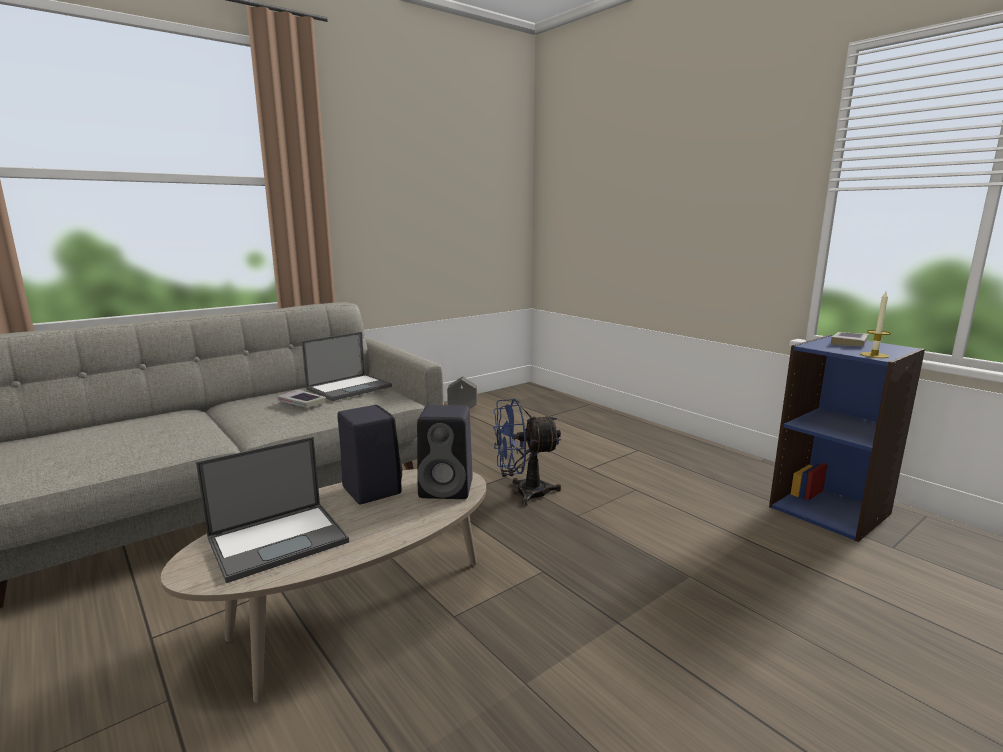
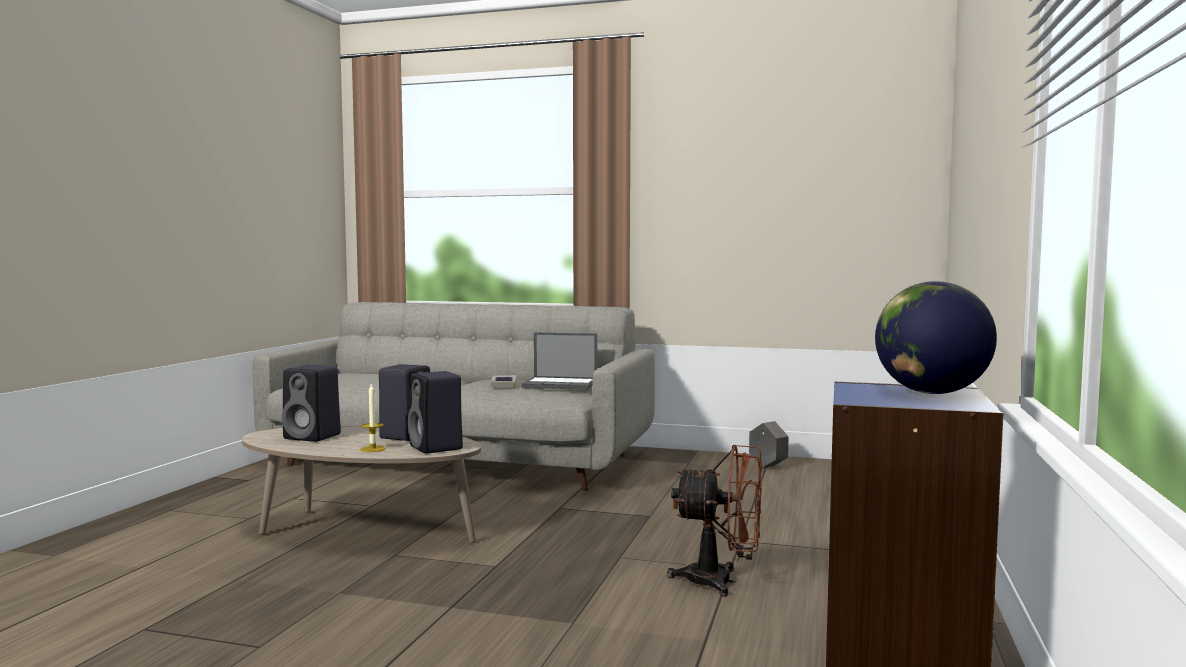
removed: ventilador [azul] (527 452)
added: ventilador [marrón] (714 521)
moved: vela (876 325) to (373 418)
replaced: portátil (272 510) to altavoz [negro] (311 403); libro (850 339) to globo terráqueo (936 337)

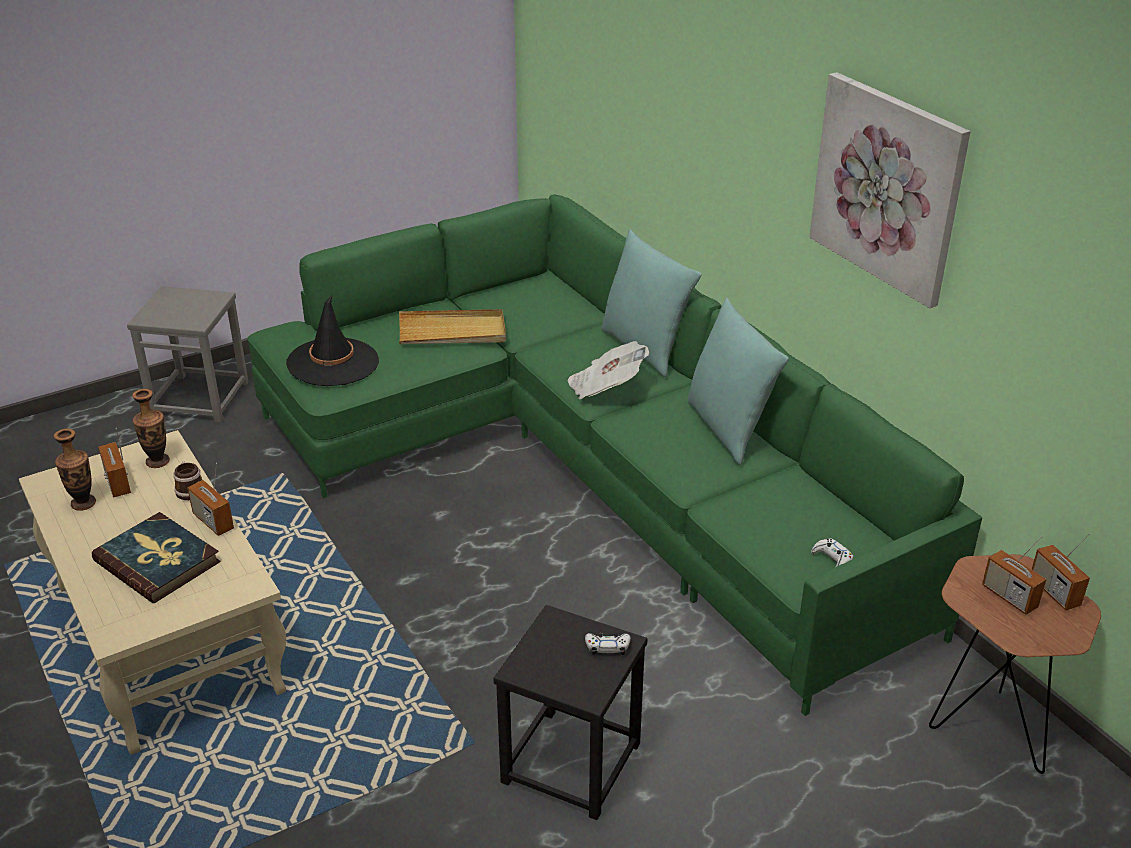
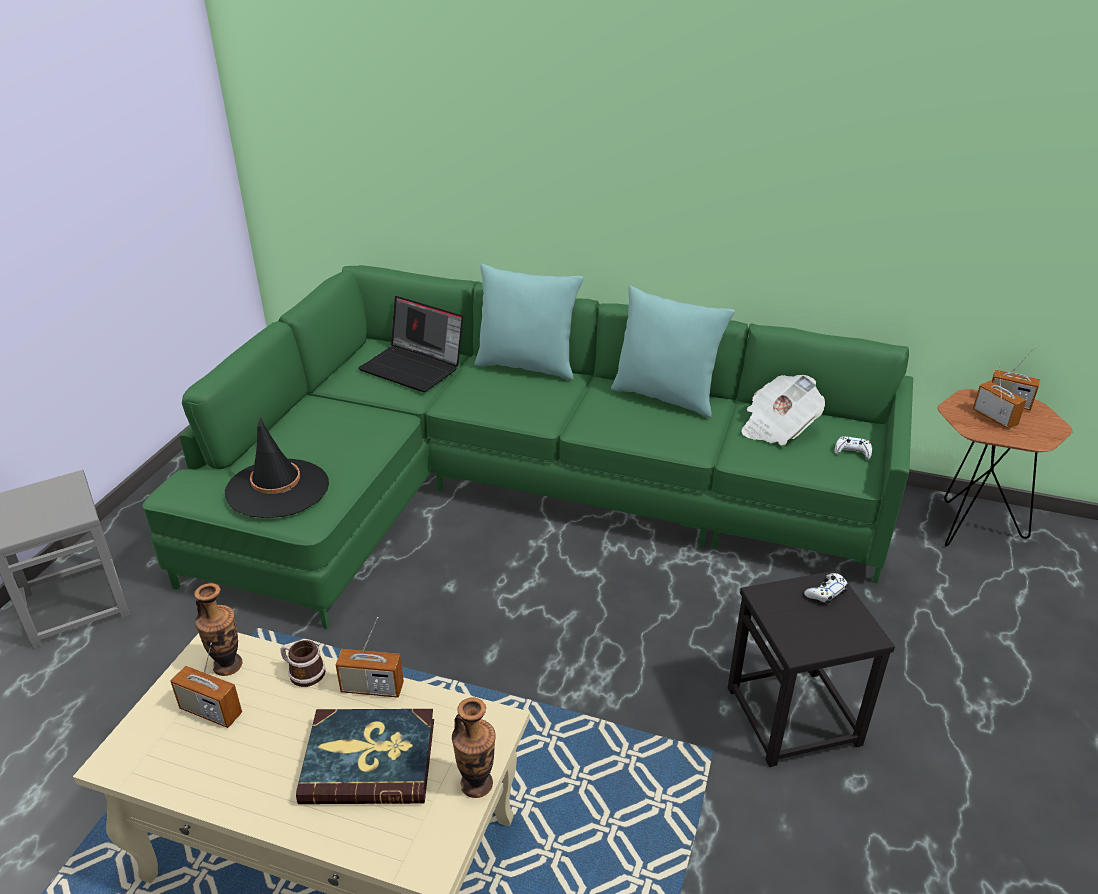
removed: bandeja [beis] (452 326); cuadro (889 190)
added: portátil (410 344)
moved: florero (75 469) to (474 747); periódico (608 370) to (783 410)
turned: radio (1014 575) = (1000 395) 135 degrees counterclockwise

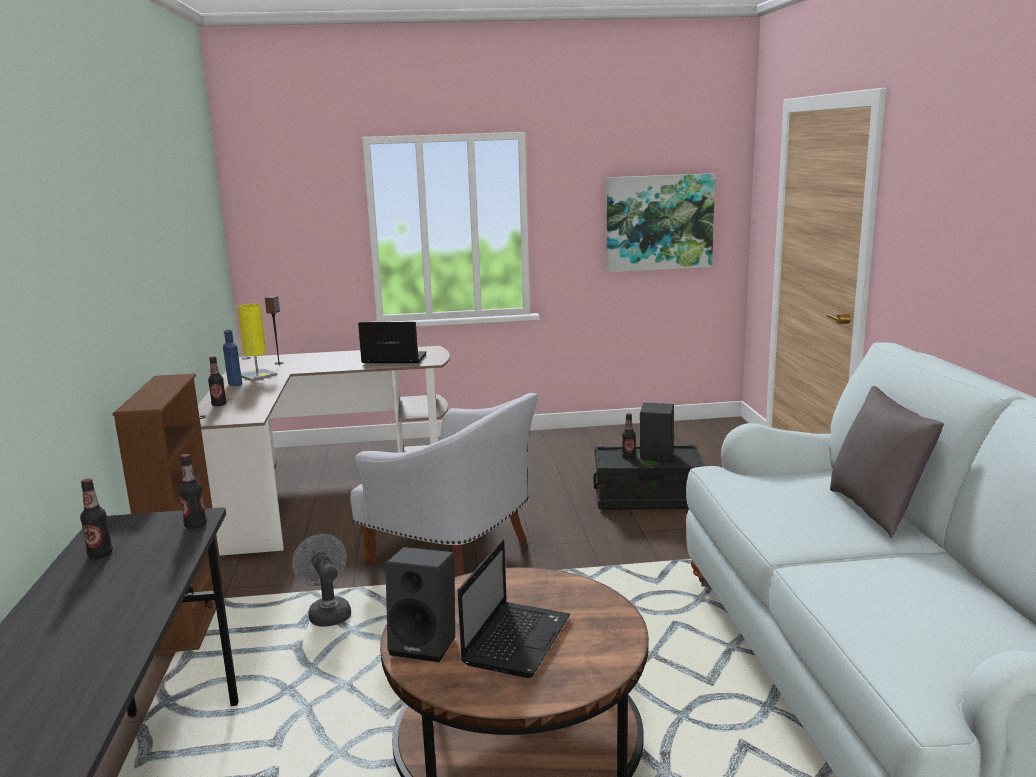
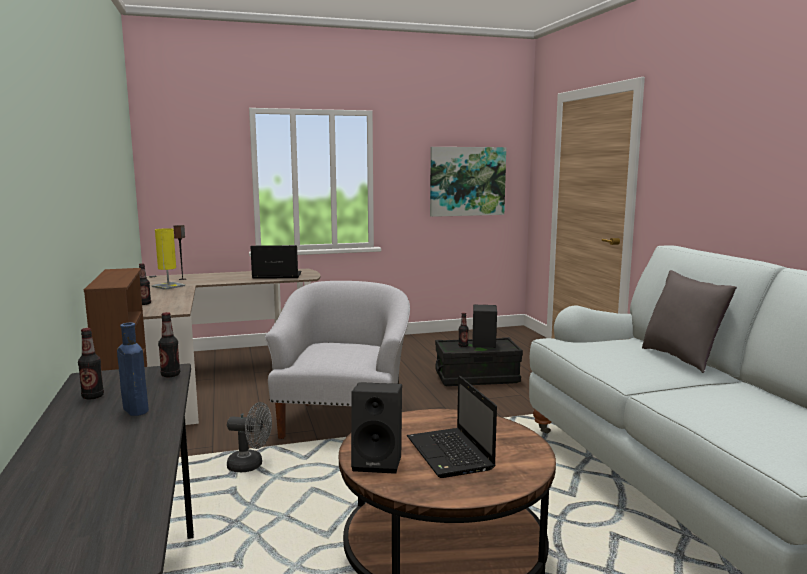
moved: botella [azul] (232 358) to (133 369)
turned: ventilador [gris] (321 580) = (249 437) 135 degrees clockwise; sillón [blanco] (444 485) = (337 360) 105 degrees counterclockwise; portátil (514 608) = (452 427) 150 degrees clockwise

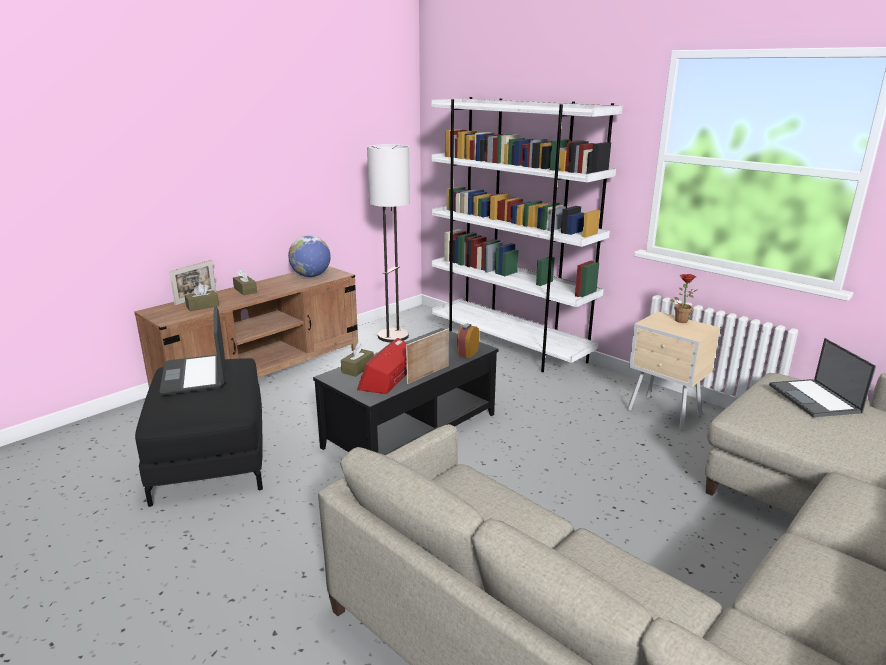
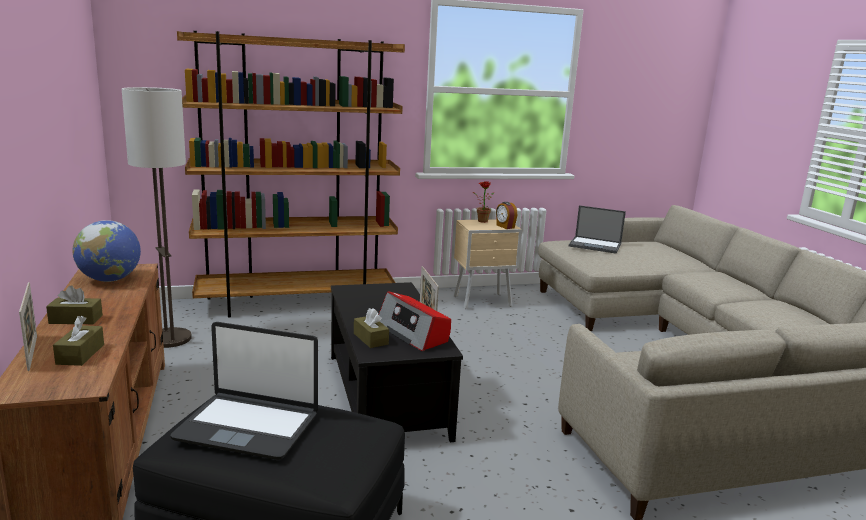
moved: despertador (468 341) to (506 215)
recoloured: estantería [blanco] (527 234) to estantería [marrón] (291 174)

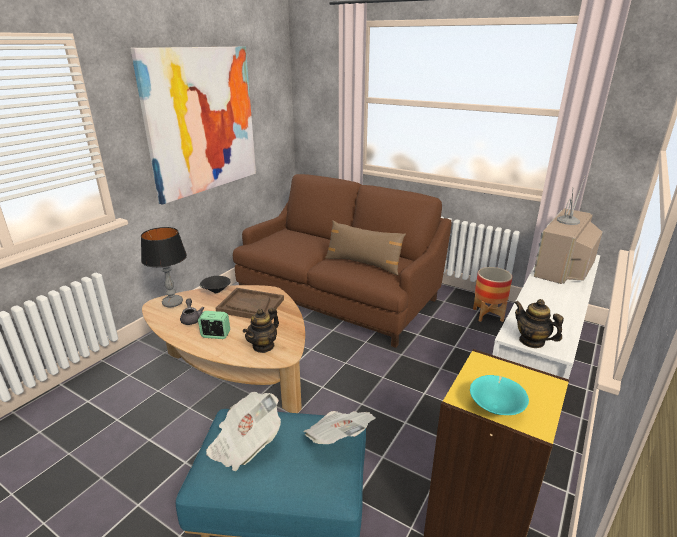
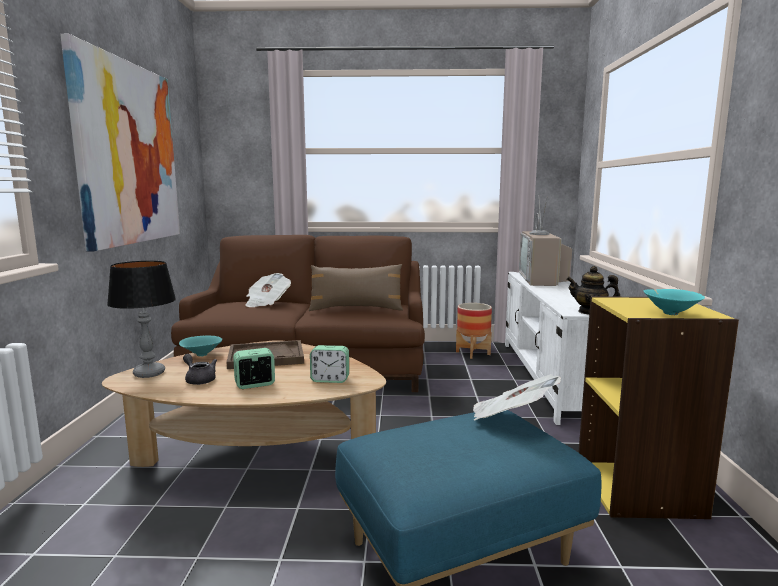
moved: periódico (243 431) to (268 290)
replaced: tetera (261 330) to despertador (329 364)
recoloured: cuenco [negro] (215 284) to cuenco [turquesa] (200 346)

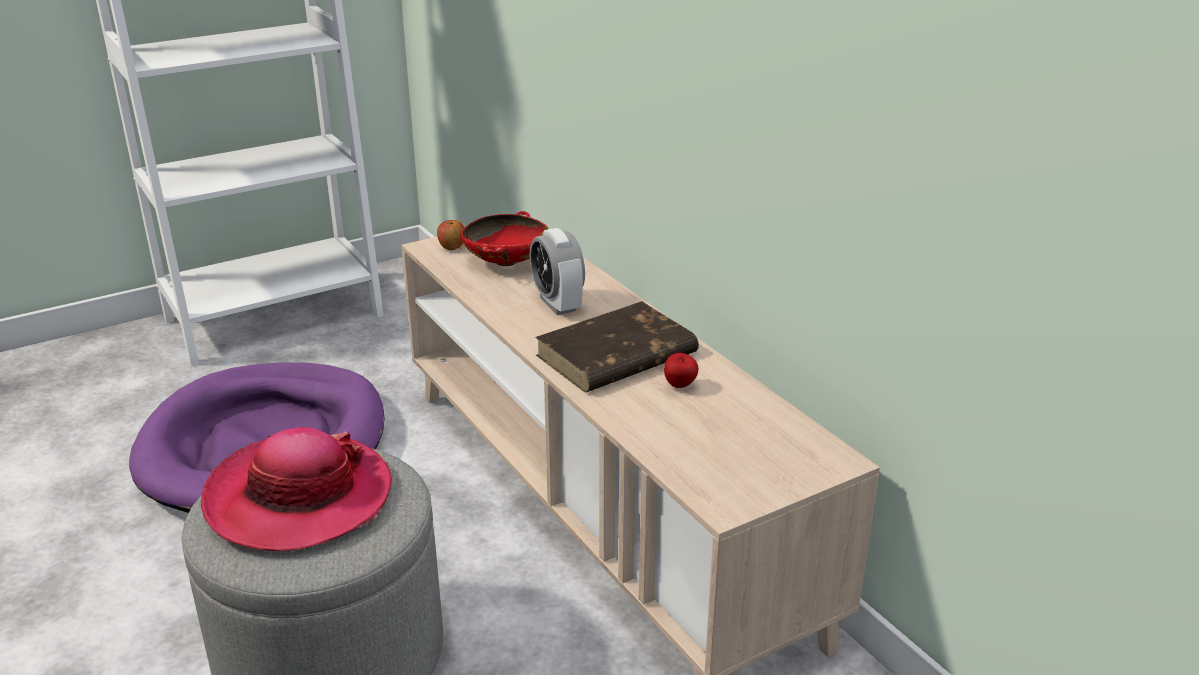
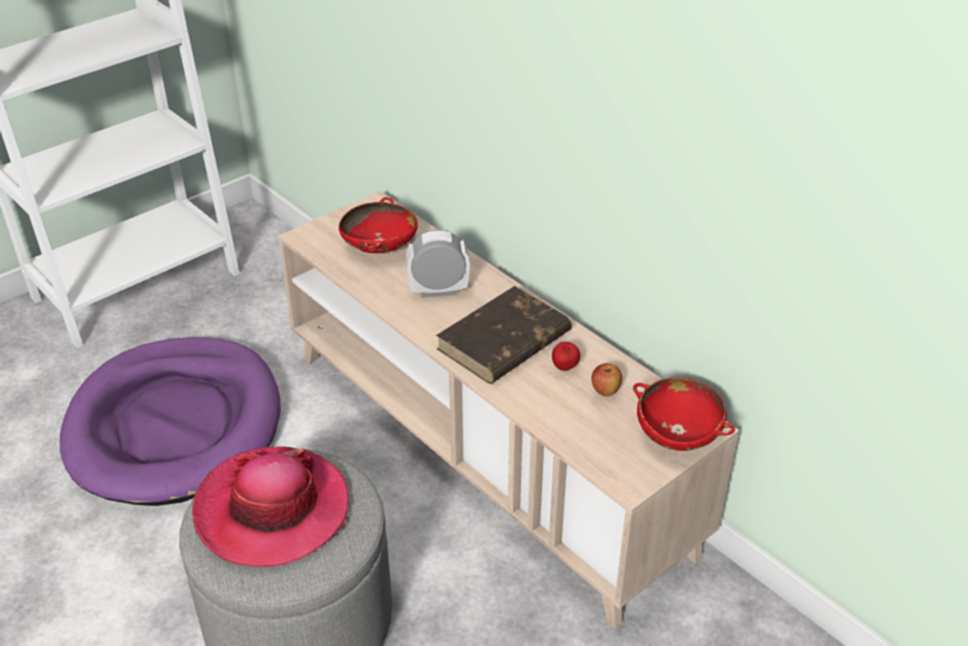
added: cuenco [rojo] (684 414)
moved: manzana (451 235) to (606 379)
turned: despertador (557 271) = (438 263) 120 degrees clockwise

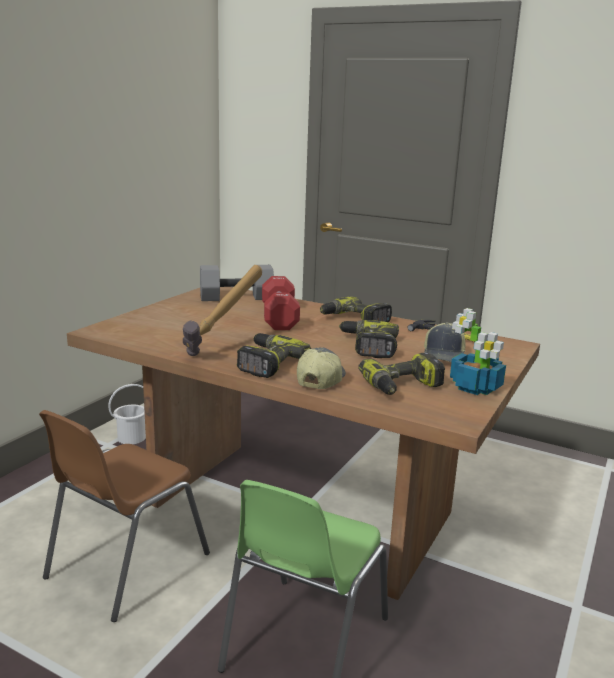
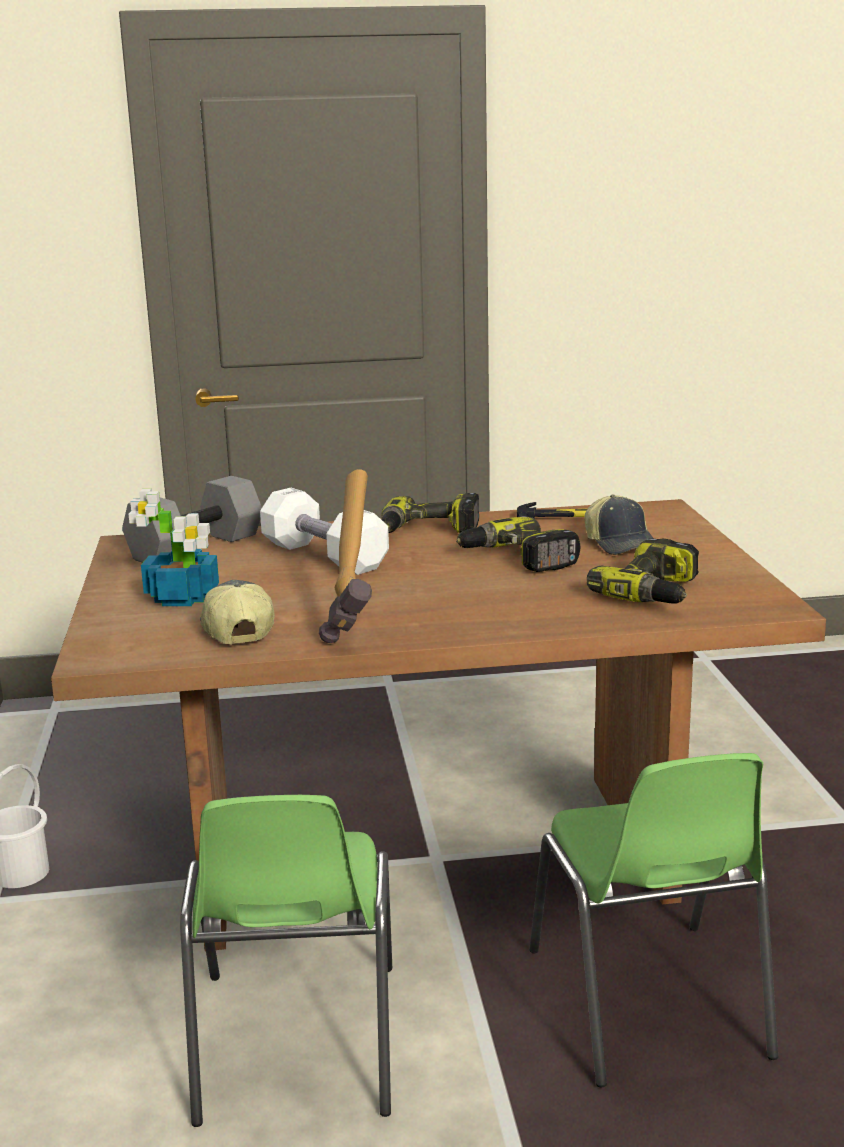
removed: taladro (274 355)
moved: gorra (321 368) to (237 612); planta en maceta (478 351) to (174 547)
recoloured: silla [marrón] (124 516) to silla [verde] (286 961); mancuerna [rojo] (281 303) to mancuerna [blanco] (324 531)

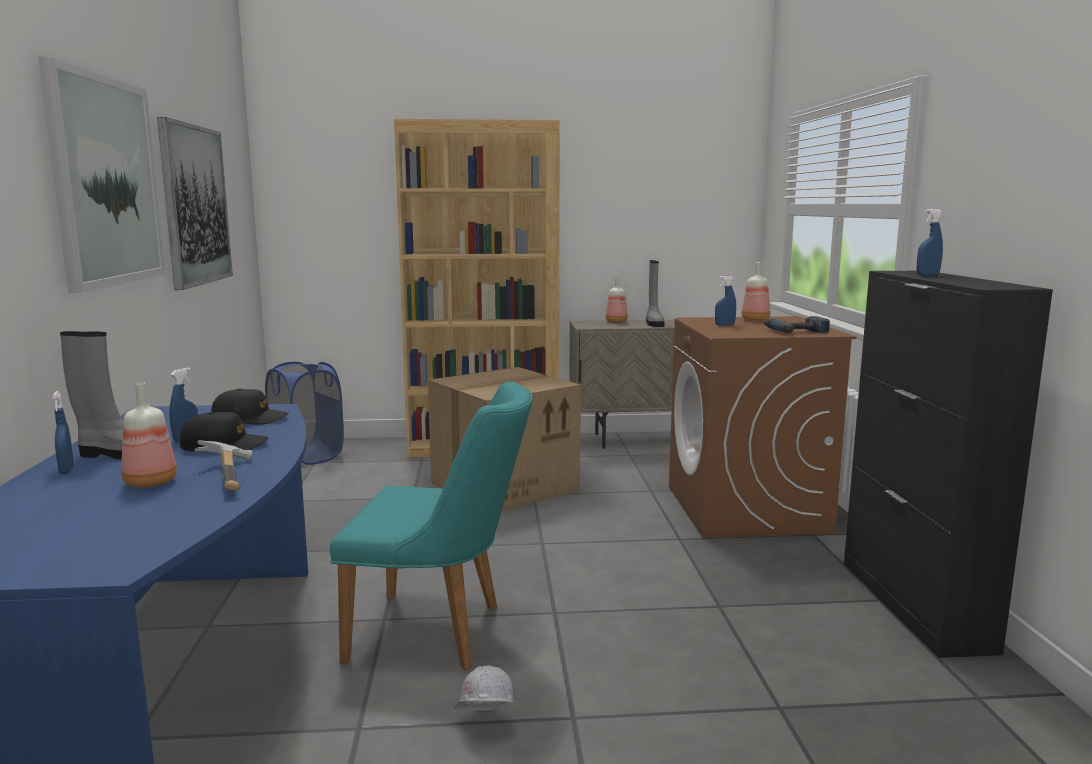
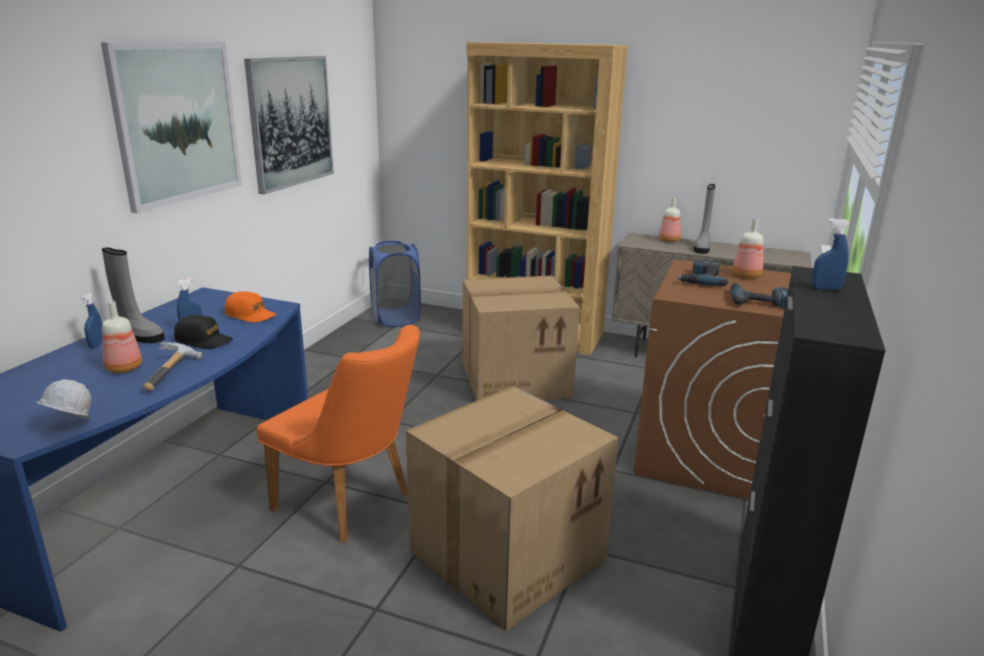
added: caja de cartón (512 508)
moved: casco [blanco] (484 688) to (64 399)
replaced: pulverizador [azul] (725 301) to taladro (702 273)
recoloured: gorra [negro] (249 406) to gorra [naranja] (250 307); silla [turquesa] (431 525) to silla [naranja] (338 434)

